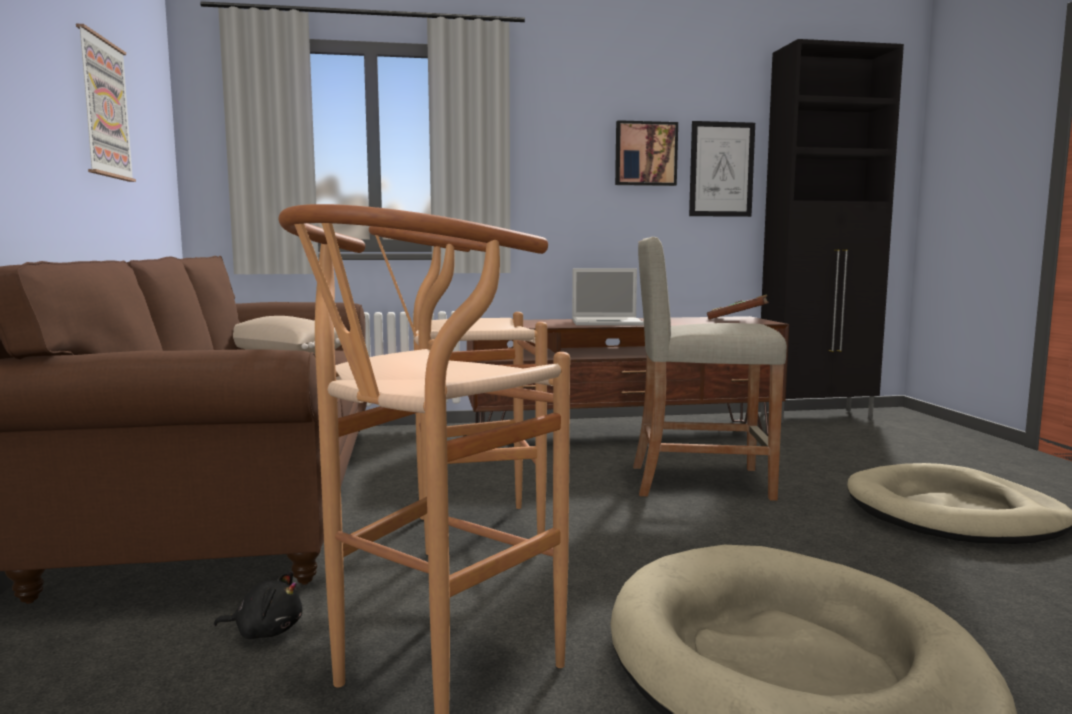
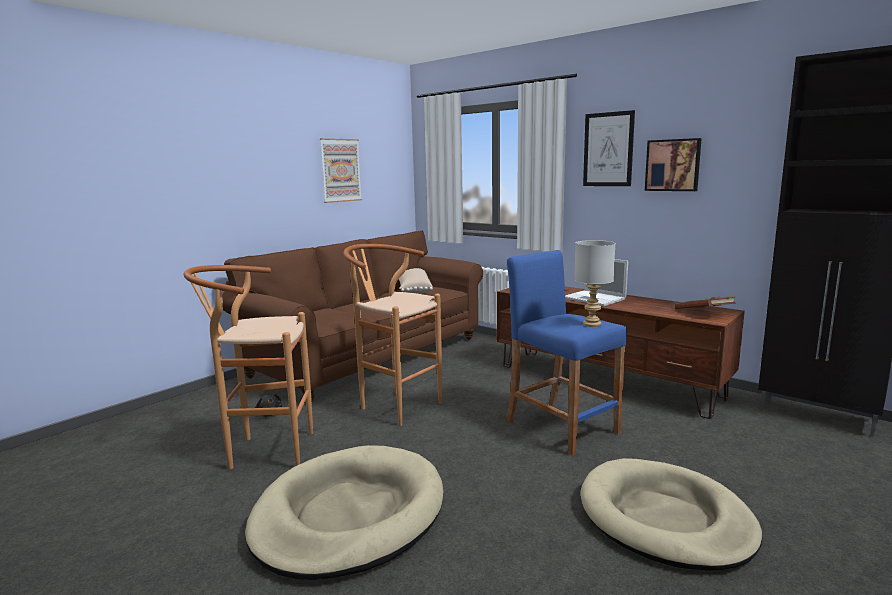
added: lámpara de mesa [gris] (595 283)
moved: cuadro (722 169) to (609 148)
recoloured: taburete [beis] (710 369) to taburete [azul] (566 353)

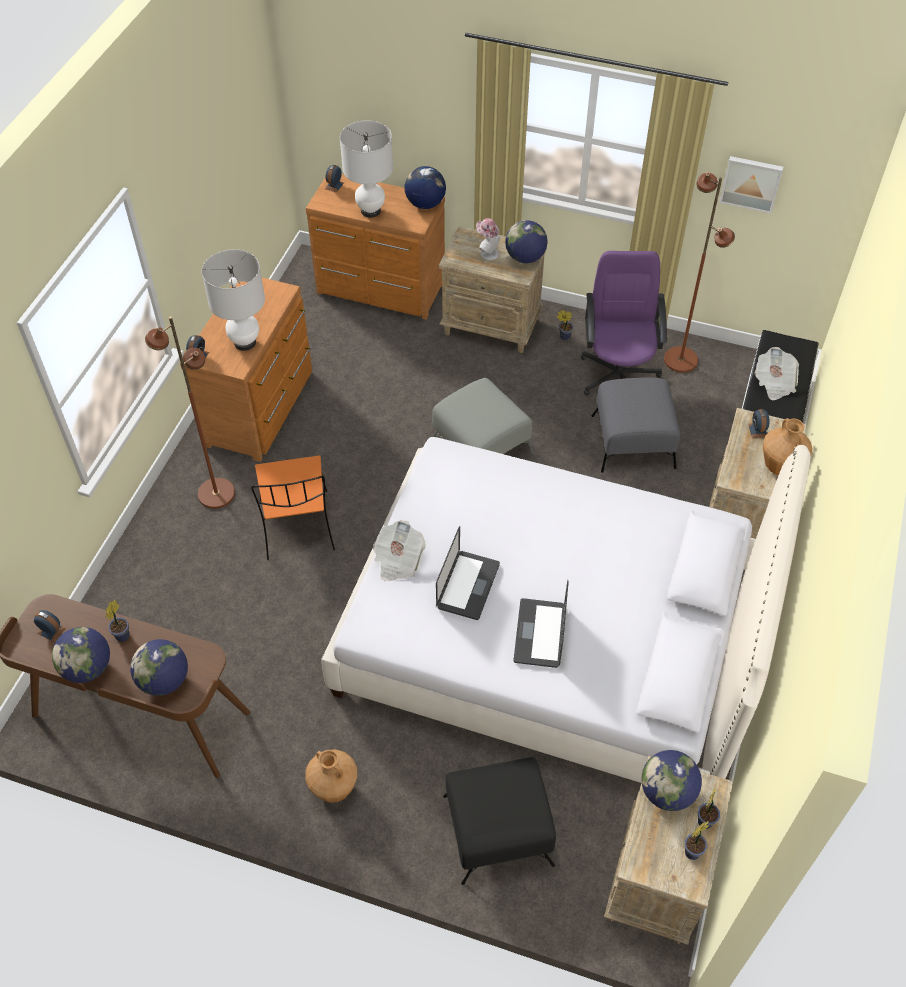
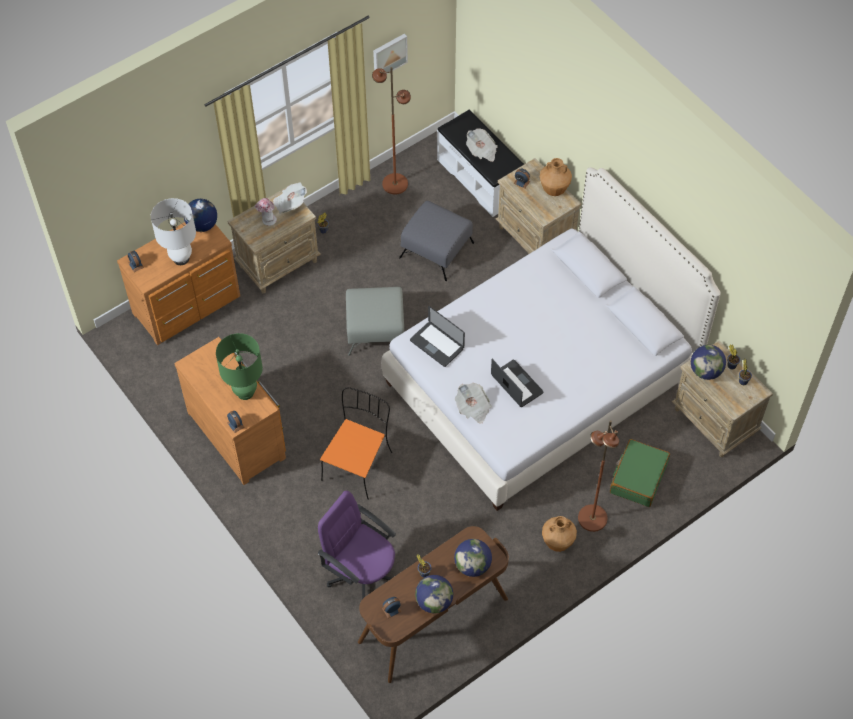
moved: lámpara de pie [marrón] (190 412) to (598 476); portátil (541 624) to (437 336); silla de oficina [morado] (624 323) to (357 544)
replaced: puf [negro] (499 821) to maleta [verde] (640 473); globo terráqueo (526 241) to periódico (290 198)
recoloured: lámpara de mesa [blanco] (233 300) to lámpara de mesa [verde] (239 366)
turned: silla [naranja] (293 507) = (356 443) 90 degrees counterclockwise

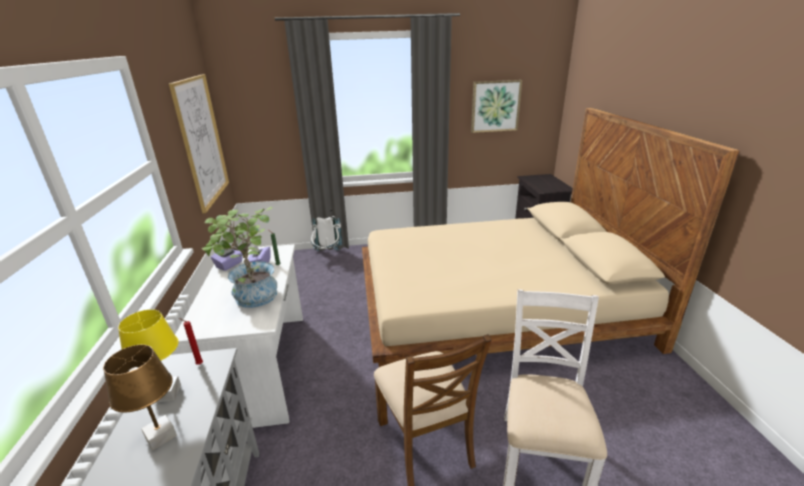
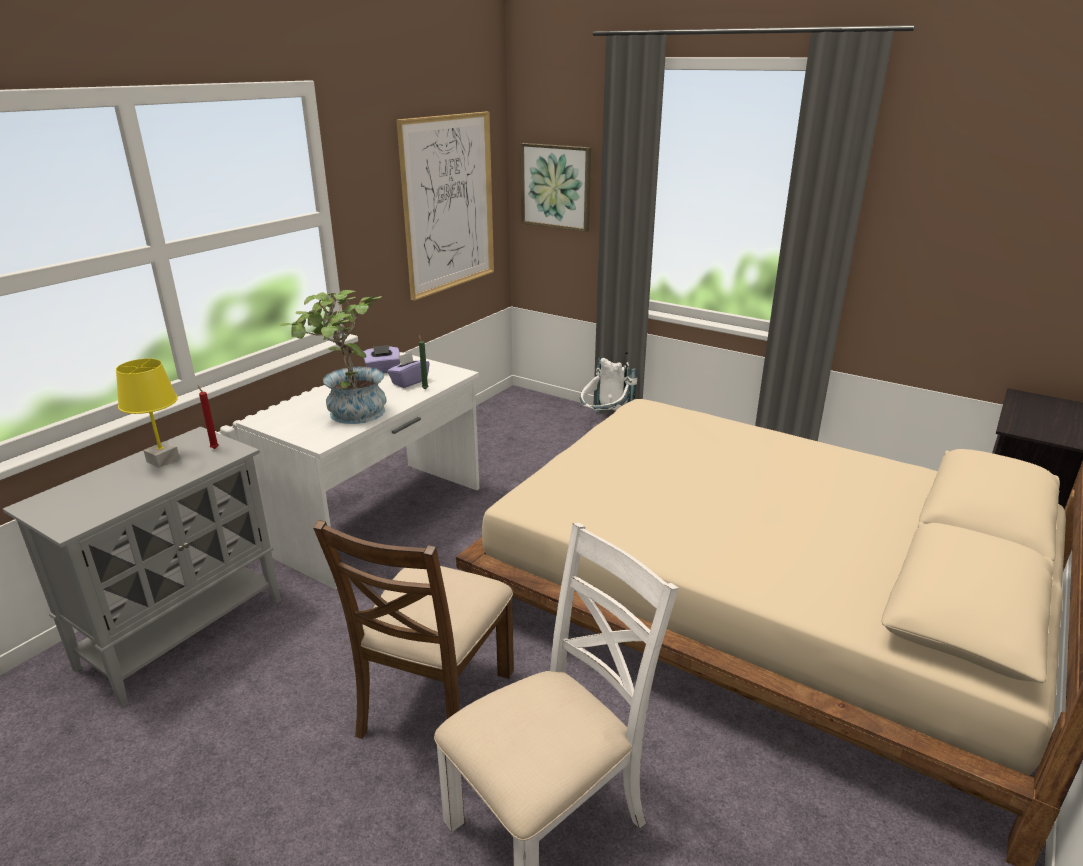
removed: lámpara de mesa [marrón] (140 397)
moved: cuadro (496 106) to (555 187)

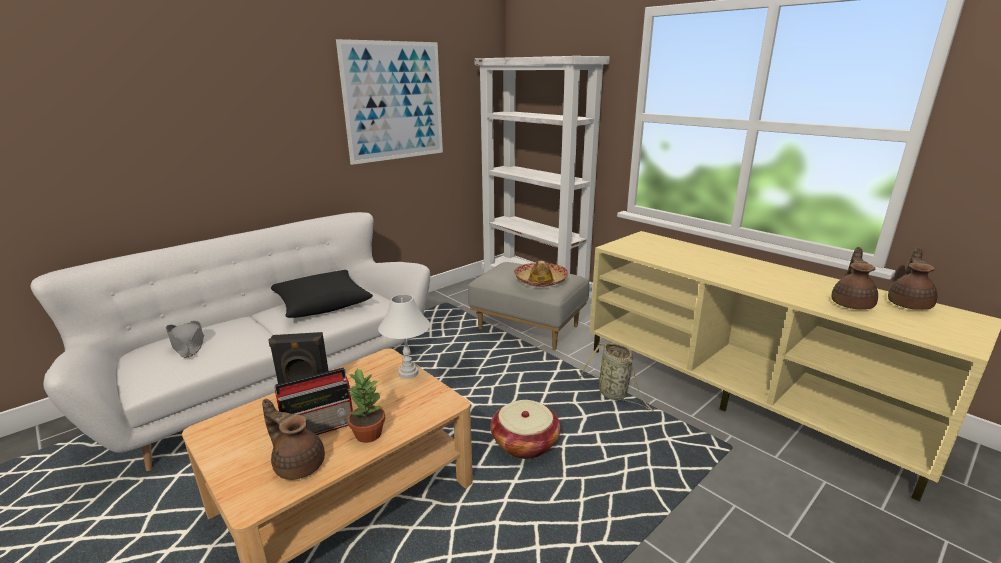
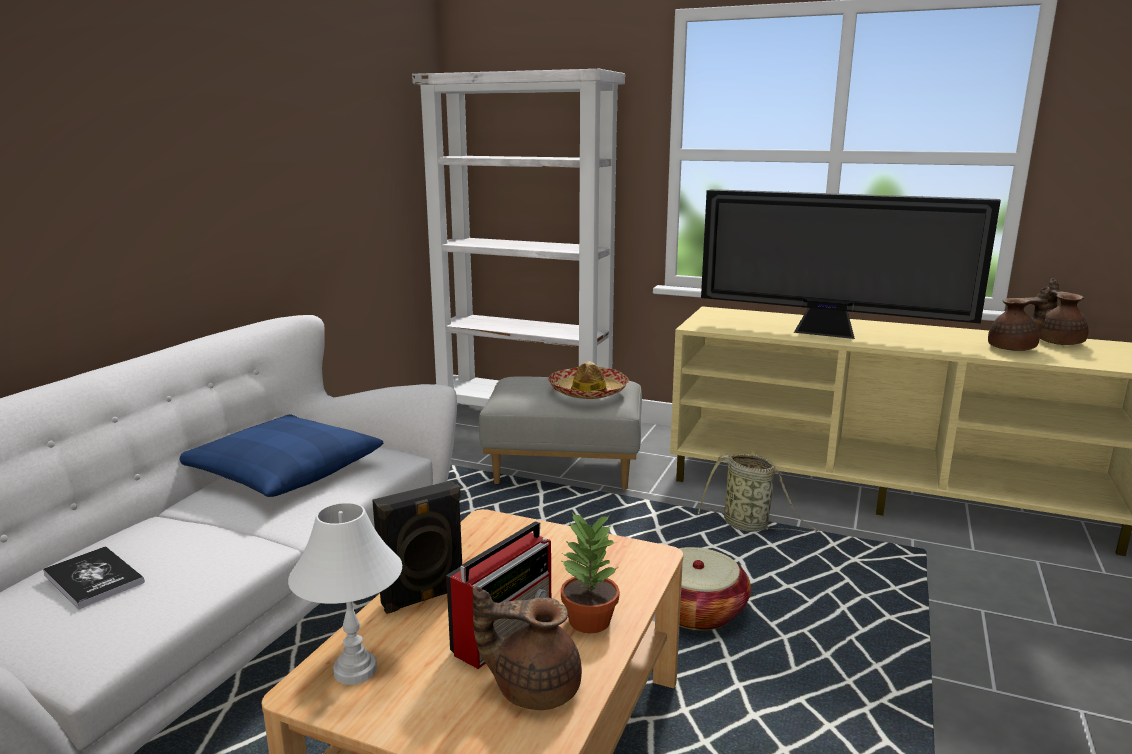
removed: cuadro (389 102)
added: televisor (851 264)
moved: lámpara de mesa [blanco] (404 336) to (345 594)
replaced: sombrero [gris] (185 339) to libro (93 577)
recoloured: cojín [negro] (322 294) to cojín [azul] (281 455)
turned: tetera [marrón] (854 278) = (1019 319) 75 degrees clockwise

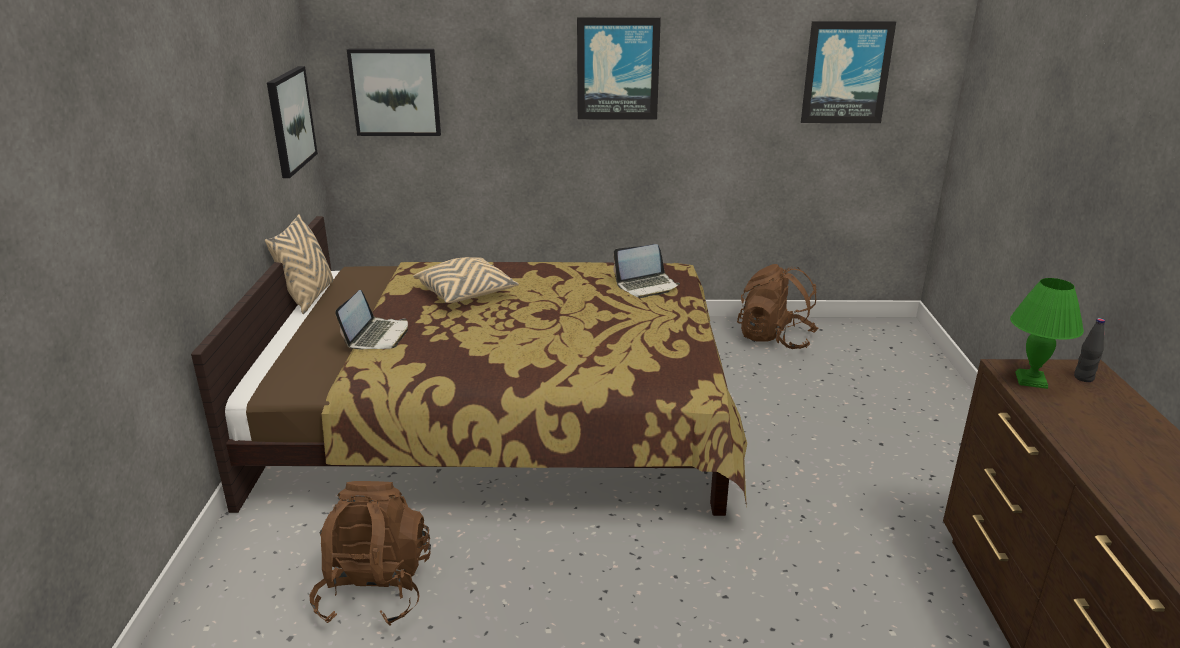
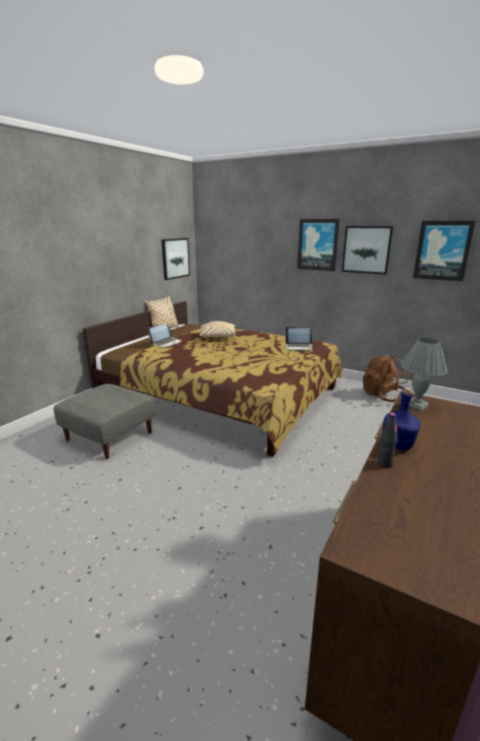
added: botella [azul] (402 418)
moved: cuadro (394 92) to (367 250); botella [negro] (1089 350) to (387 440)
replaced: mochila [marrón] (370 553) to puf [gris] (104 421)
recoloured: lámpara de mesa [verde] (1047 333) to lámpara de mesa [gris] (424 374)

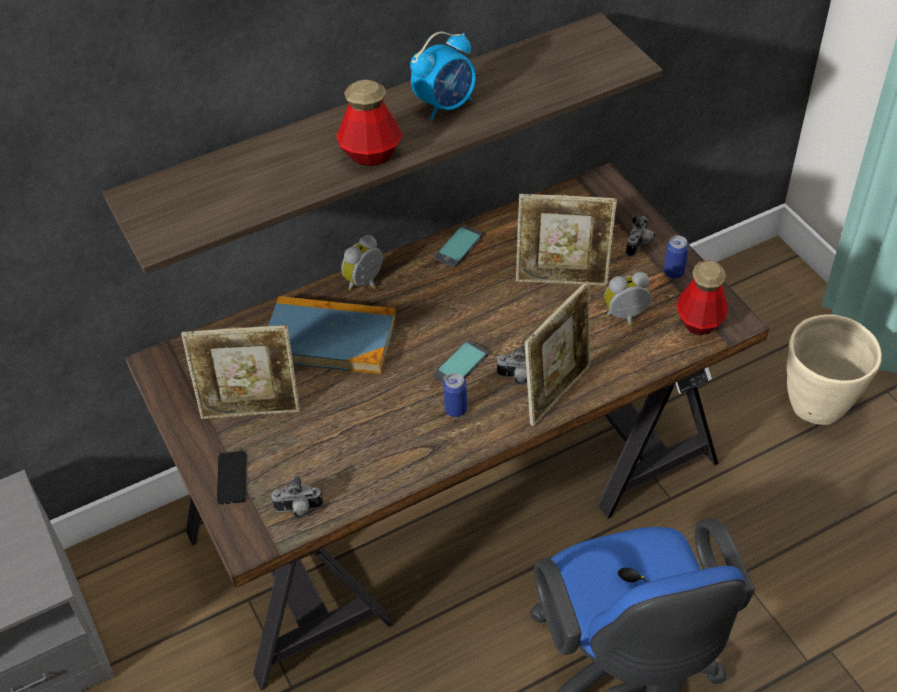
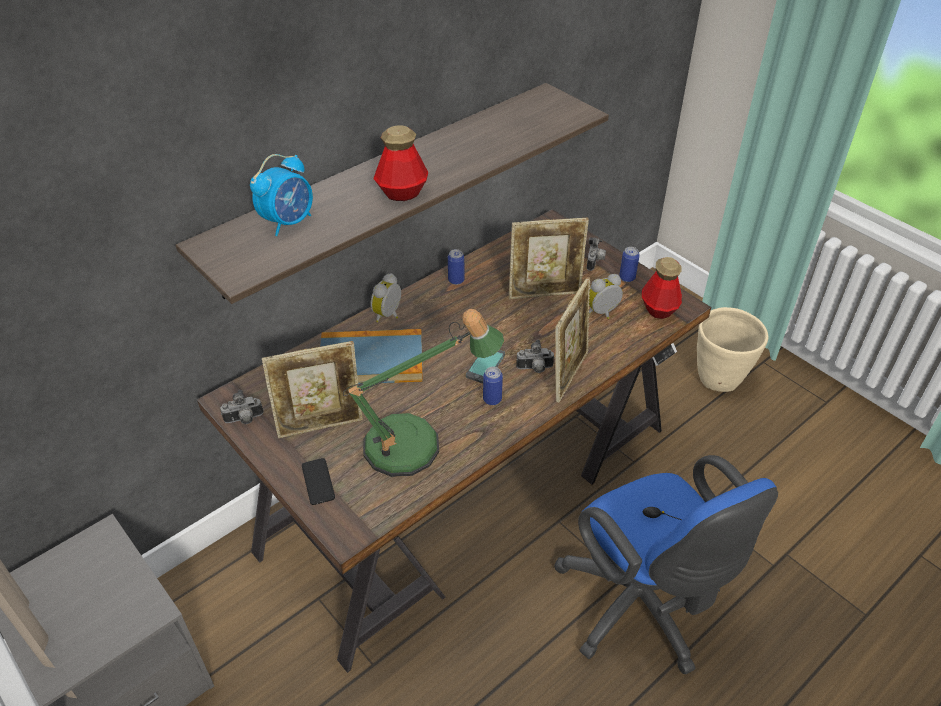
added: lámpara de mesa (423 393)
moved: cámara (297 497) to (242 407); despertador (443 76) to (281 195)
replaced: móvil (459 246) to lata (456 267)

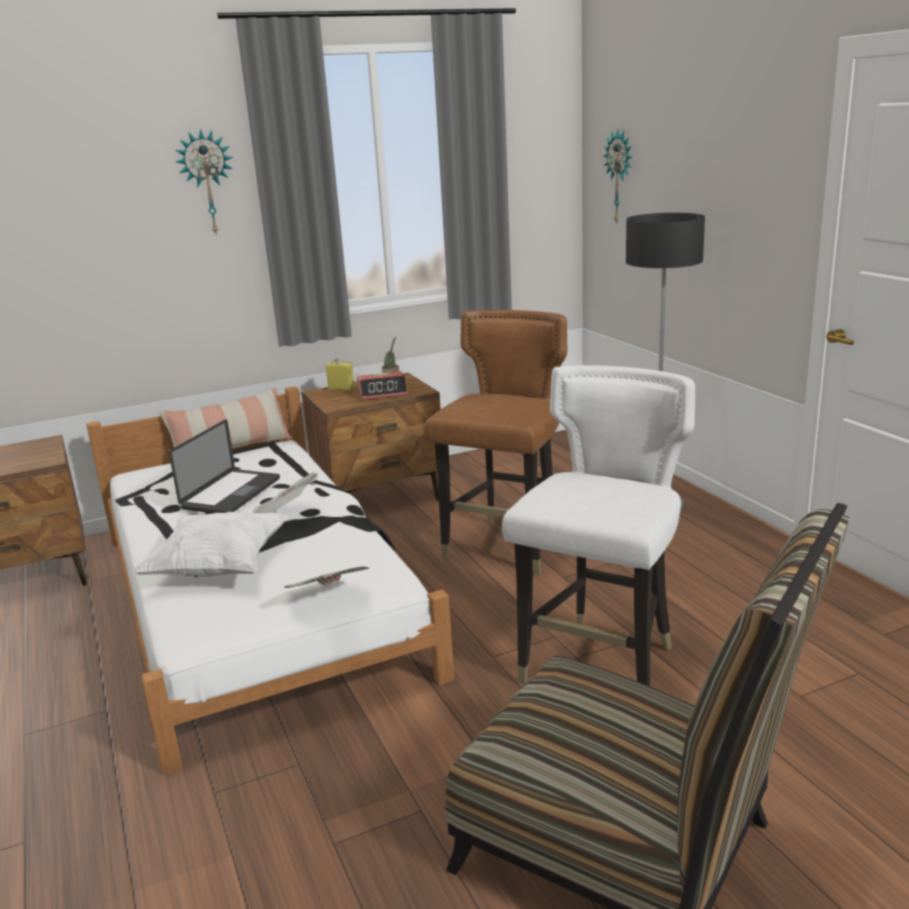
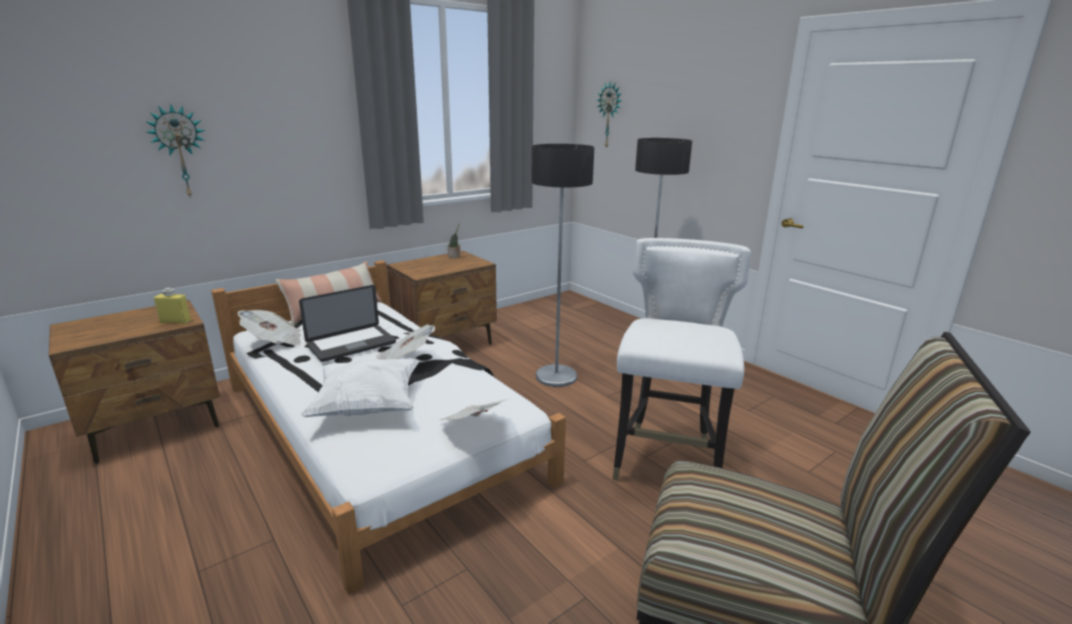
removed: despertador (382 385)
added: periódico (269 327)
moved: reloj de pared (204 181) to (175 151); botella [amarillo] (340 373) to (172 306)
replaced: silla [marrón] (496 442) to lámpara de pie (562 265)
turned: portátil (224 466) = (347 323) 45 degrees clockwise

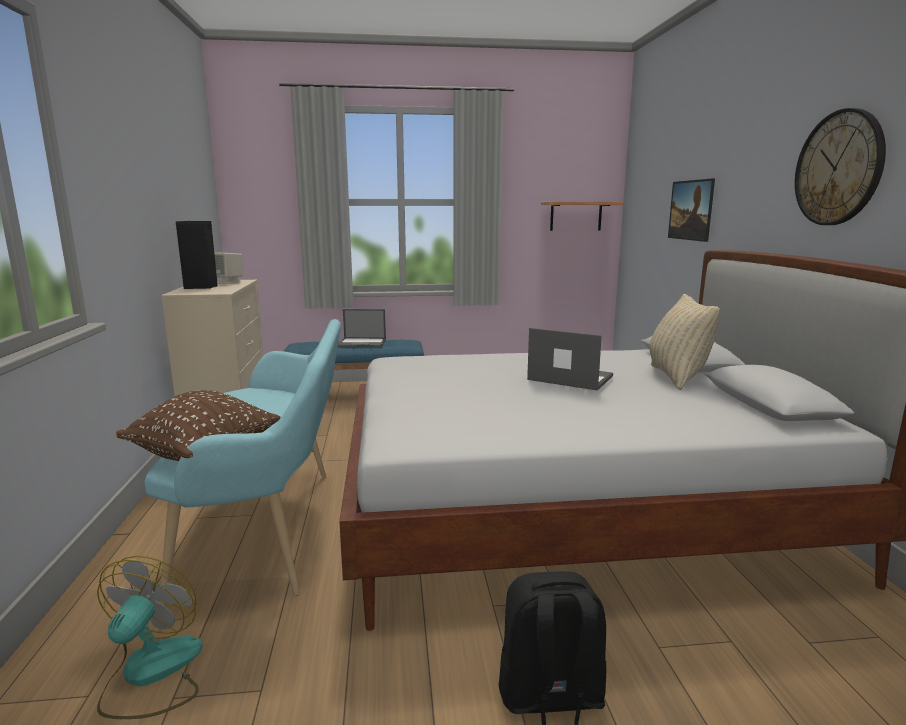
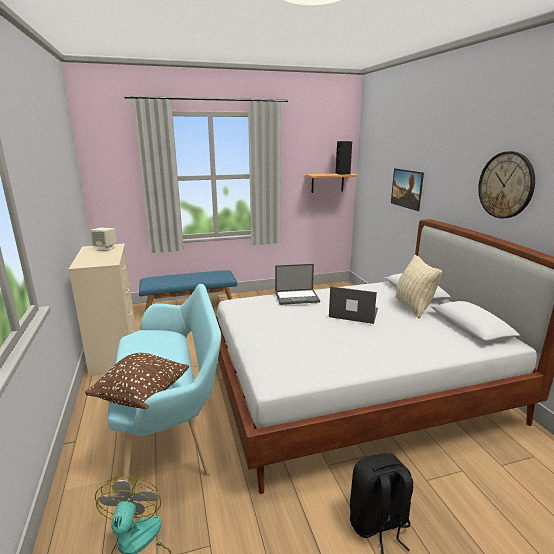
moved: altavoz [negro] (197 255) to (344 158); portátil (362 328) to (297 284)

